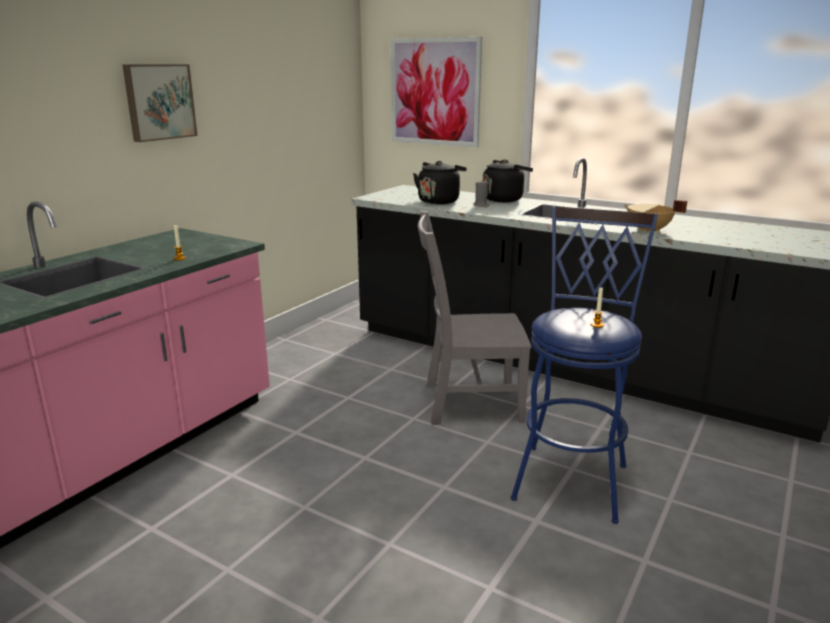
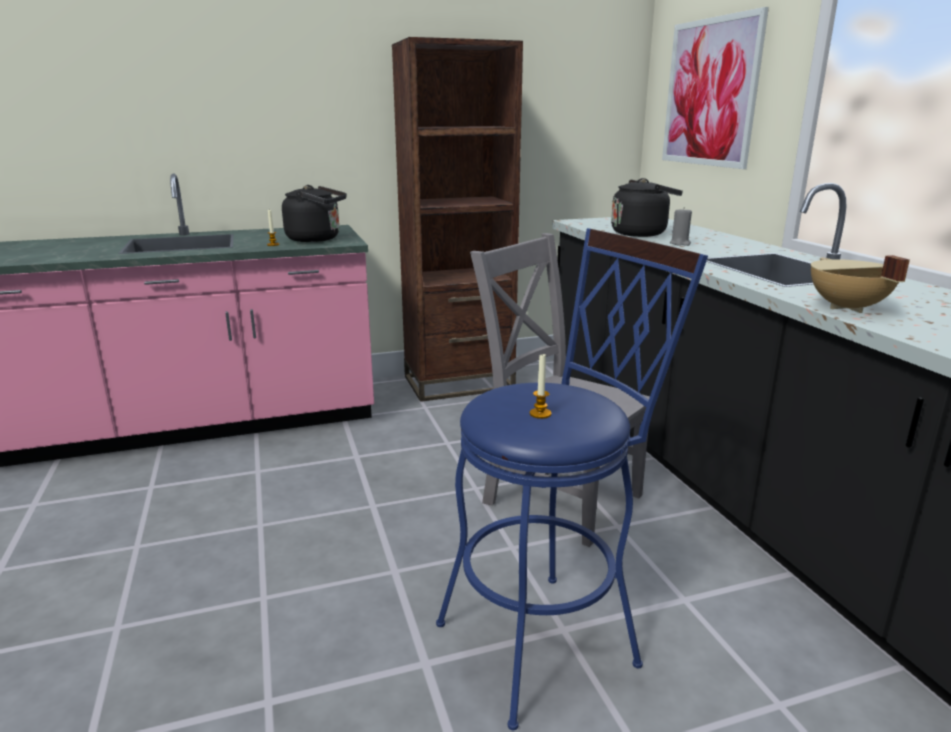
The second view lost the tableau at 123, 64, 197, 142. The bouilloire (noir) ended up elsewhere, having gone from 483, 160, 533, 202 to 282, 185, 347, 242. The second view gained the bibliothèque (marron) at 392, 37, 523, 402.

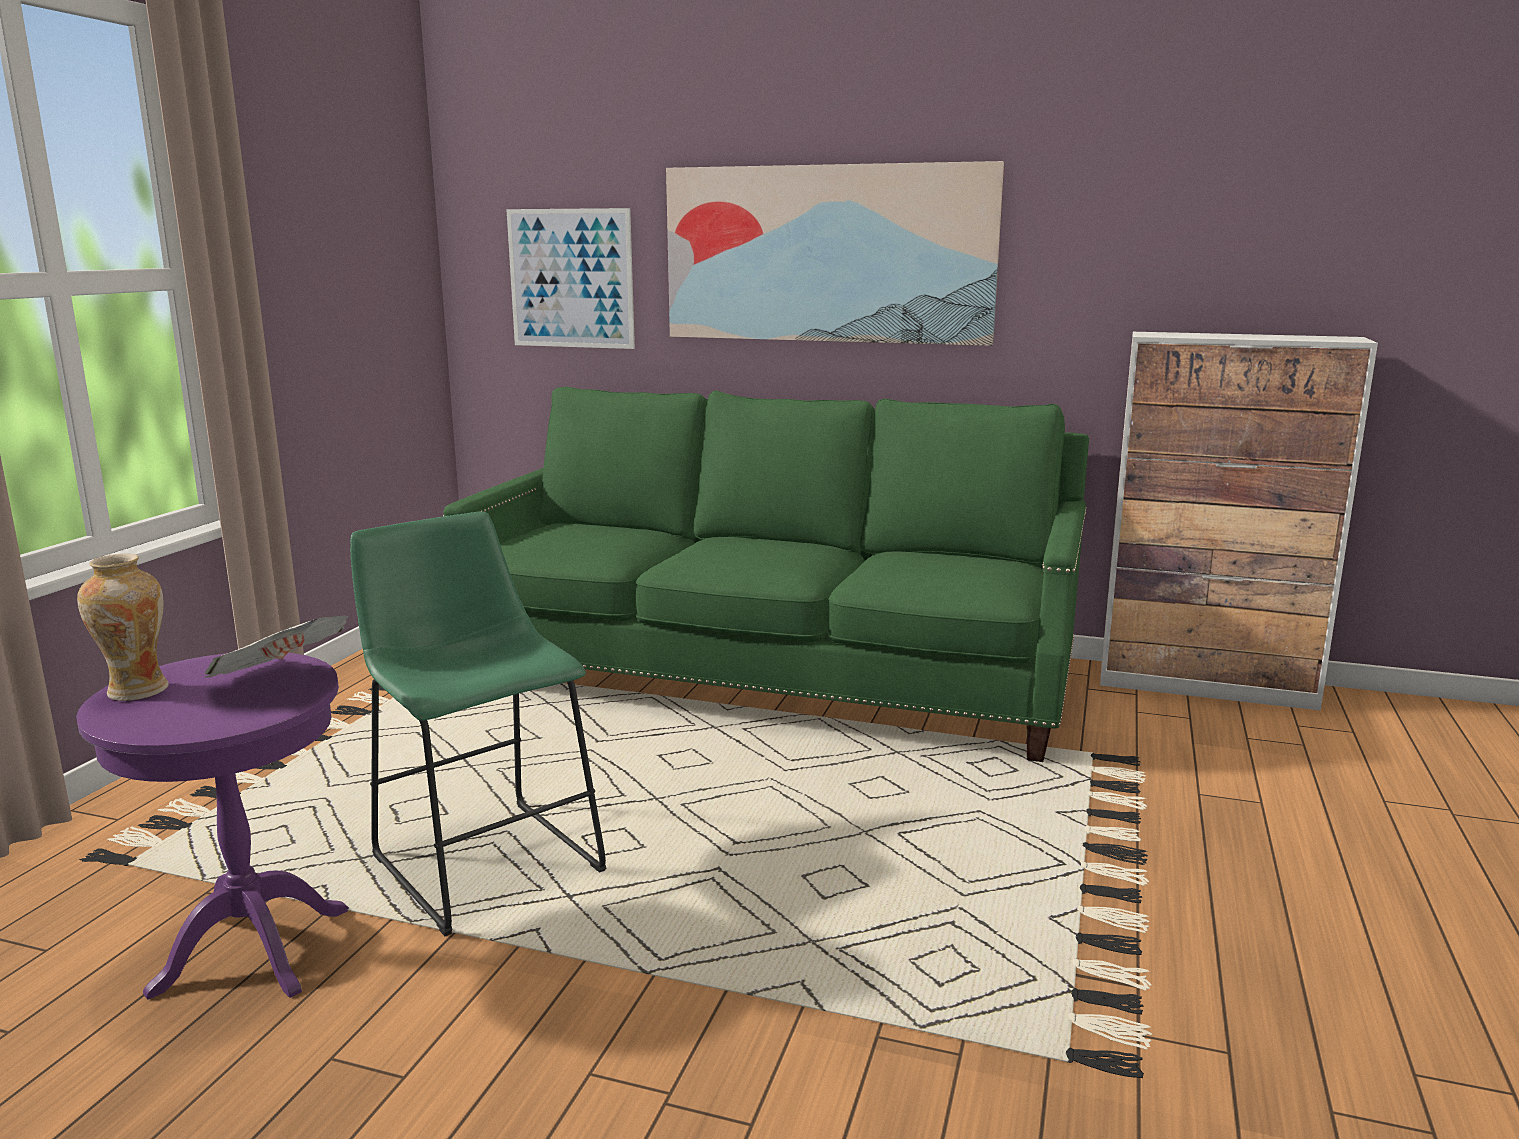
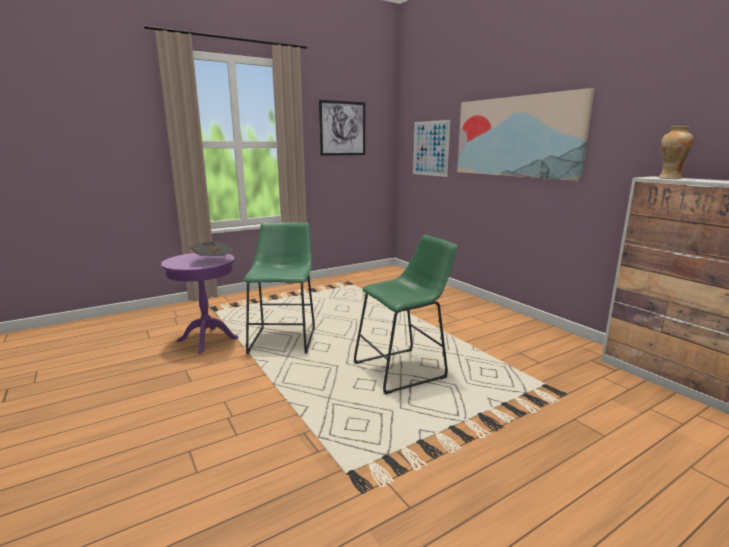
The second view lost the canapé (vert) at 443, 387, 1089, 762. The vase ended up elsewhere, having gone from 77, 554, 169, 701 to 659, 126, 694, 179. The second view gained the tableau at 319, 100, 365, 156. The second view gained the tabouret (vert) at 354, 235, 458, 395.

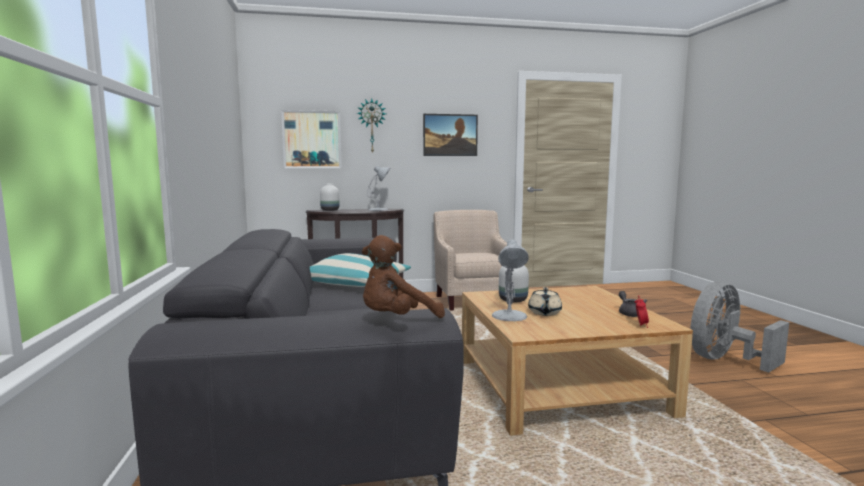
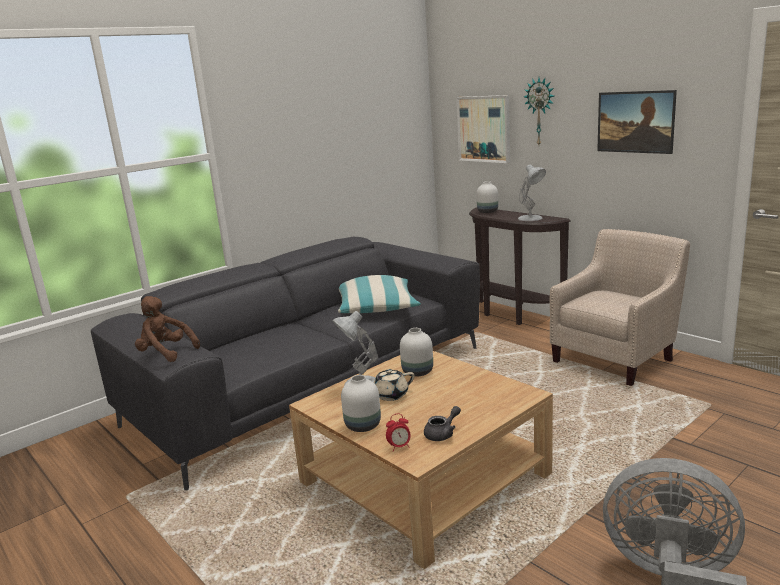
The second view gained the vase (blanc) at 341, 375, 381, 432.

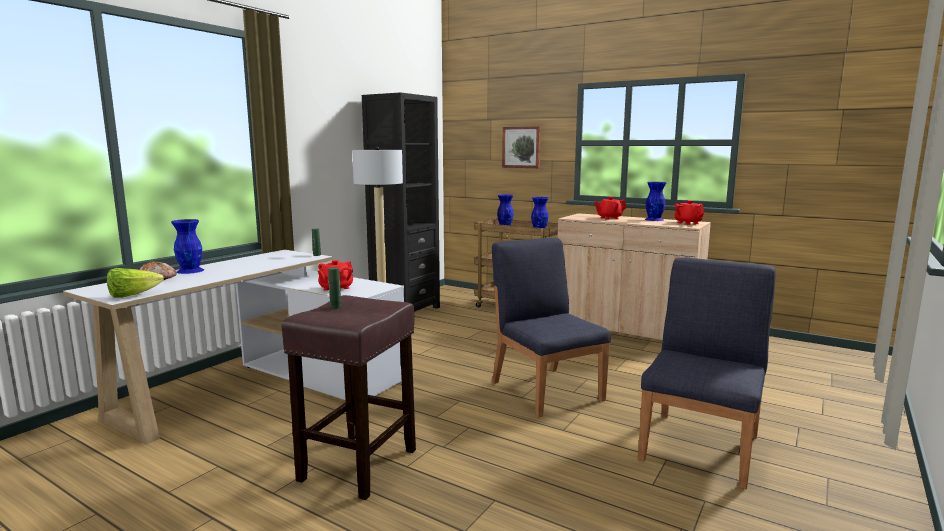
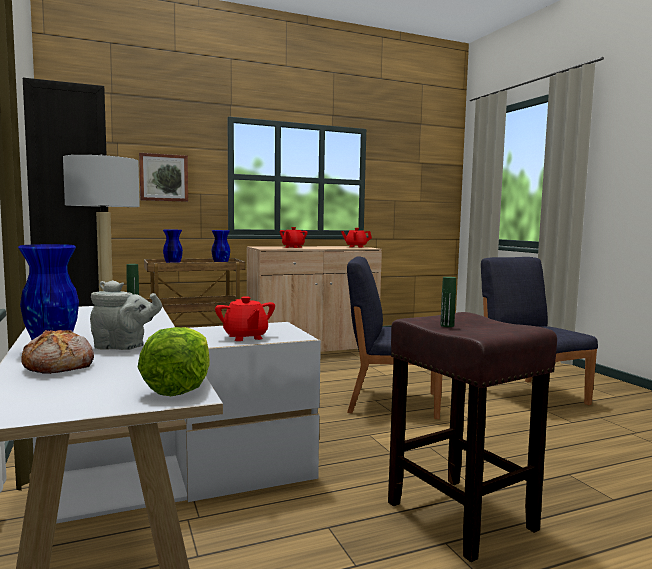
The second view lost the vase (bleu) at 645, 182, 666, 221. The second view gained the théière (gris) at 90, 280, 162, 350.

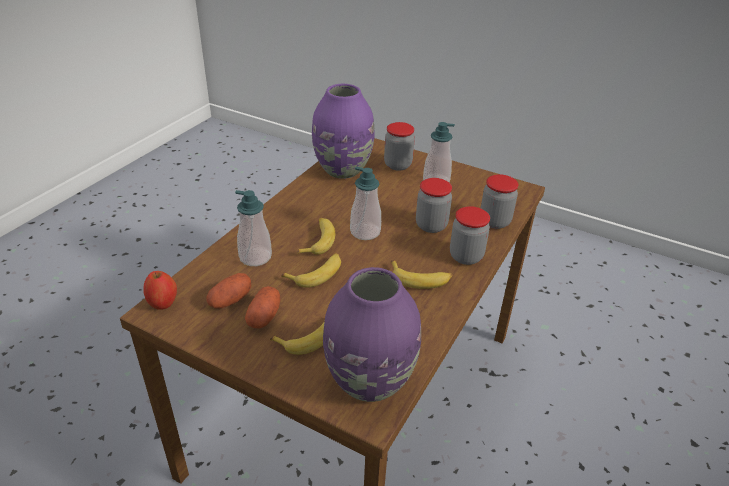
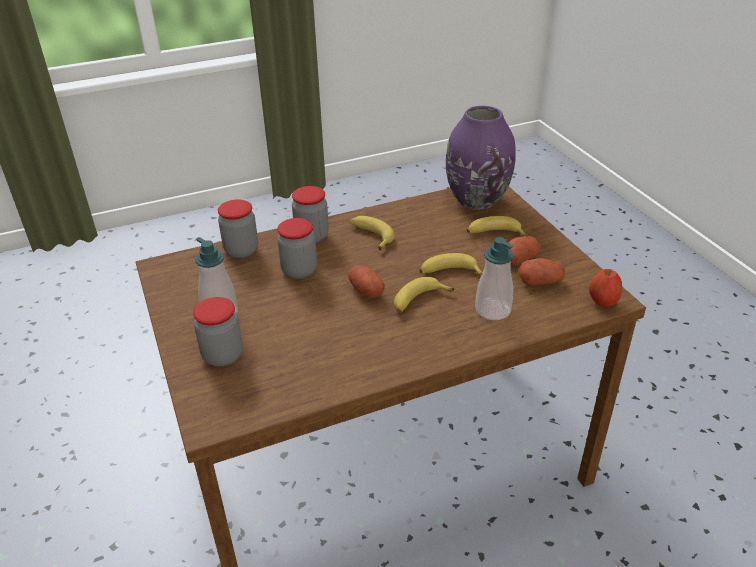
The second view lost the vase (violet) at 312, 84, 375, 179. Where the distributeur de savon stood at 350, 166, 381, 240, the pomme de terre came to stand at 348, 265, 385, 298.

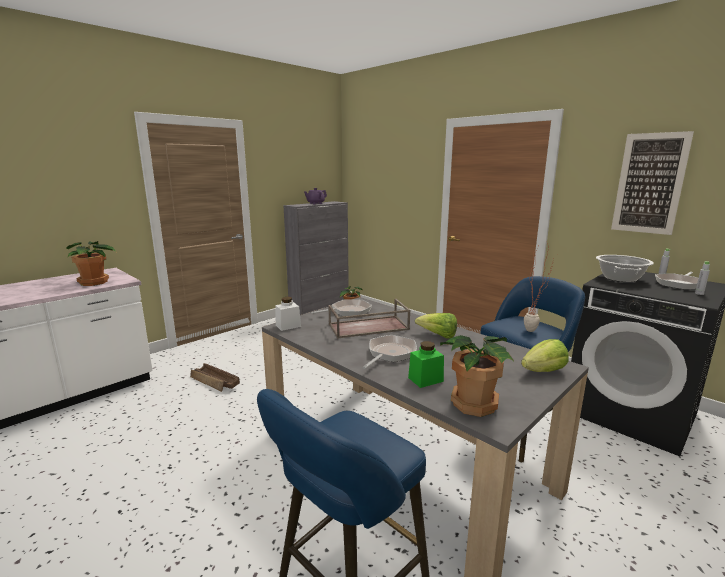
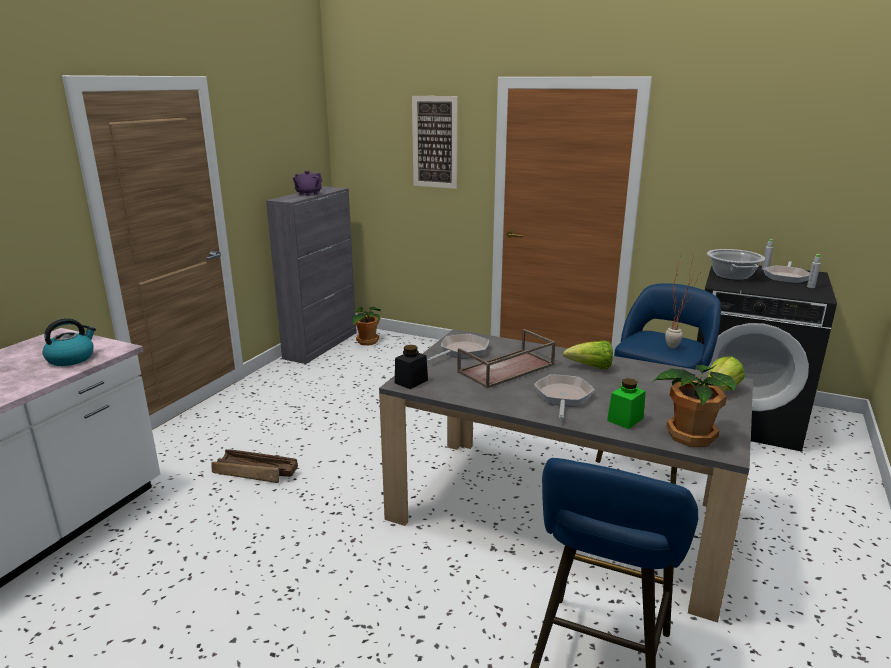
The tableau ended up elsewhere, having gone from 611, 131, 694, 235 to 412, 96, 458, 189. Where the plante en pot stood at 66, 241, 116, 286, the bouilloire came to stand at 42, 318, 96, 366. What was the bocal (blanc) at 275, 297, 301, 331 turned into the bocal (noir) at 395, 345, 428, 389.

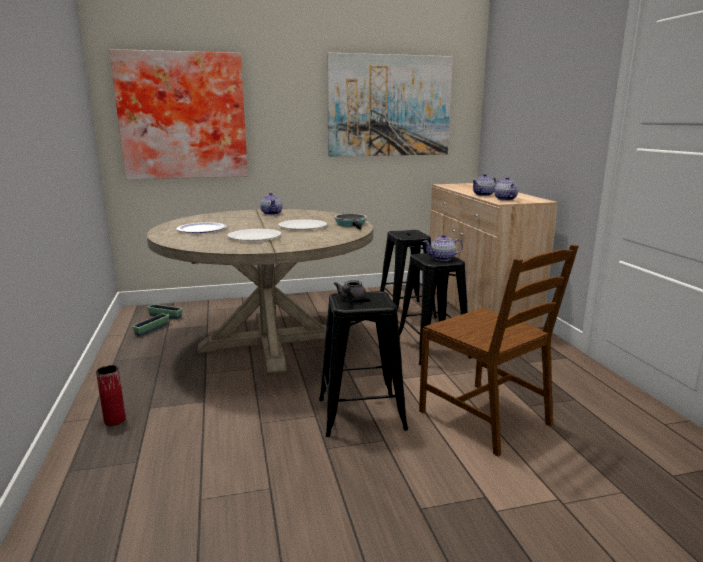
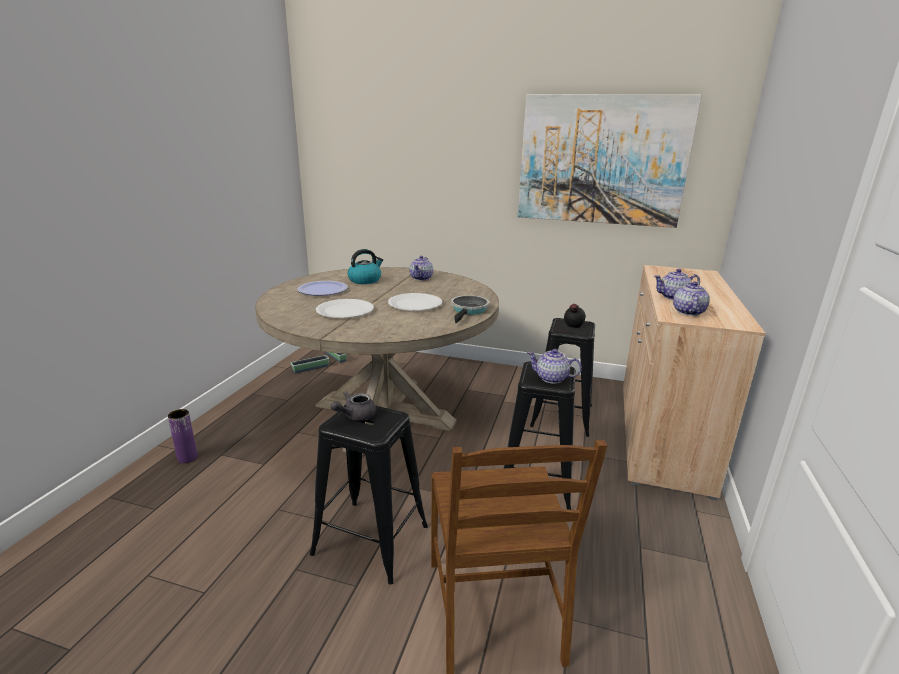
The second view lost the tableau at 109, 49, 248, 180. What was the vase (rouge) at 96, 365, 126, 426 turned into the vase (violet) at 168, 409, 198, 463. The second view gained the bouilloire at 347, 249, 383, 284. The second view gained the bouteille (noir) at 552, 304, 594, 335.

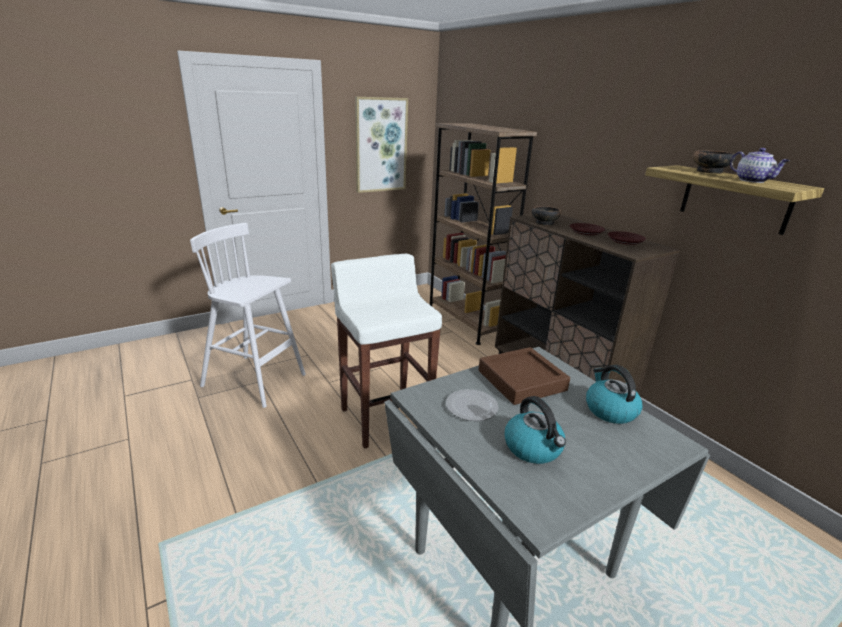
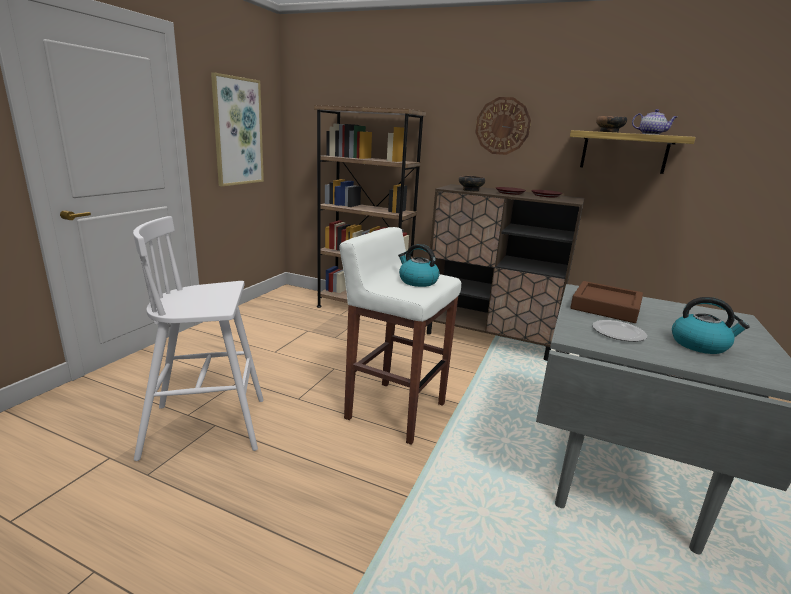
The bouilloire ended up elsewhere, having gone from 586, 365, 643, 424 to 398, 244, 440, 287. The second view gained the horloge murale at 475, 97, 531, 155.

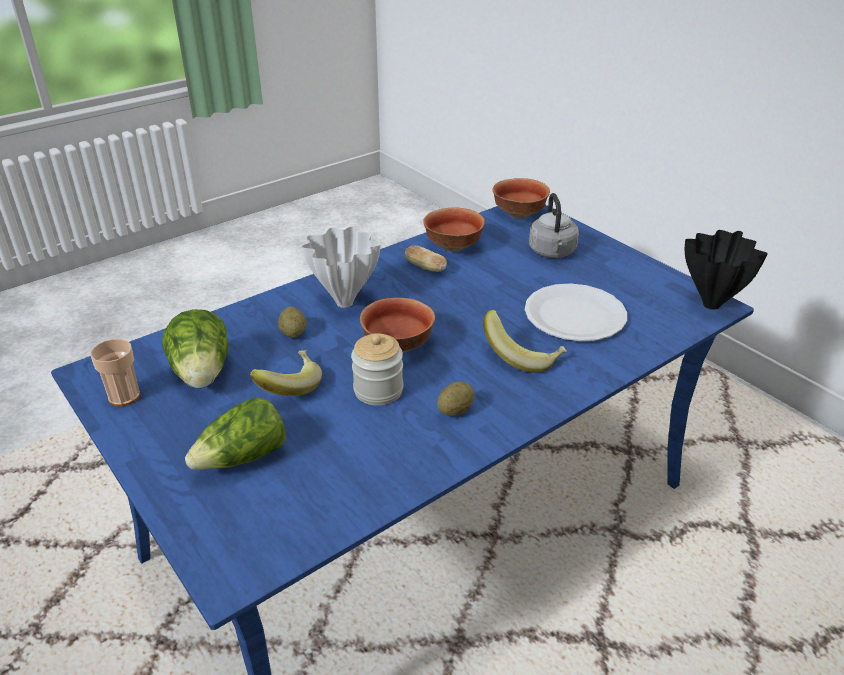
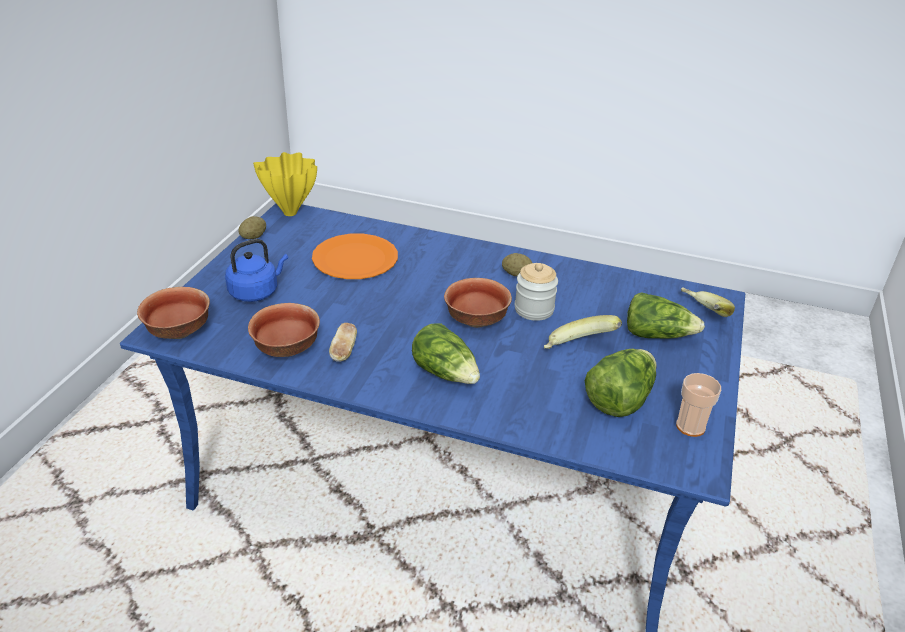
What was the bouilloire (gris) at 529, 193, 579, 258 turned into the bouilloire (bleu) at 225, 239, 288, 302. Where the vase (blanc) stood at 302, 226, 381, 308, the laitue came to stand at 412, 323, 480, 384. What was the vase (noir) at 685, 230, 768, 310 turned into the vase (jaune) at 253, 152, 317, 216. What was the assiette (blanc) at 525, 284, 627, 341 turned into the assiette (orange) at 312, 234, 398, 279. The pomme de terre ended up elsewhere, having gone from 278, 307, 307, 338 to 239, 216, 266, 239. The banane ended up elsewhere, having gone from 483, 310, 567, 373 to 681, 287, 735, 317.

